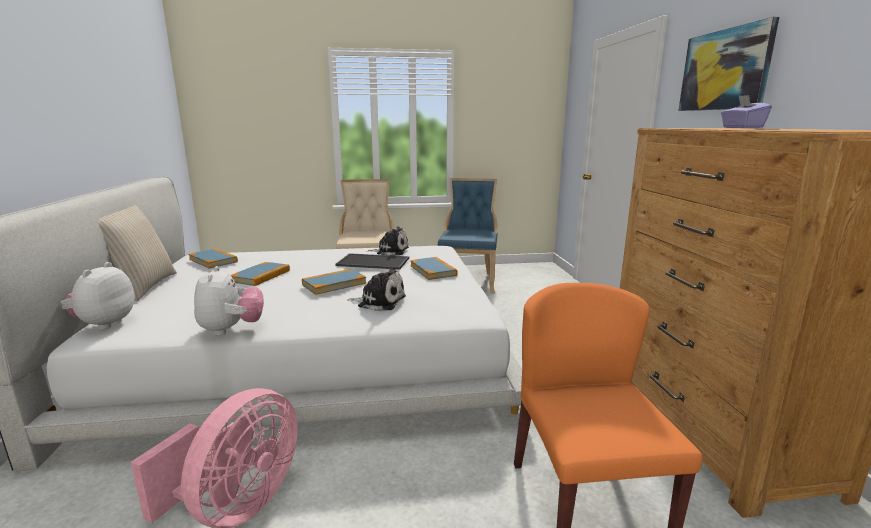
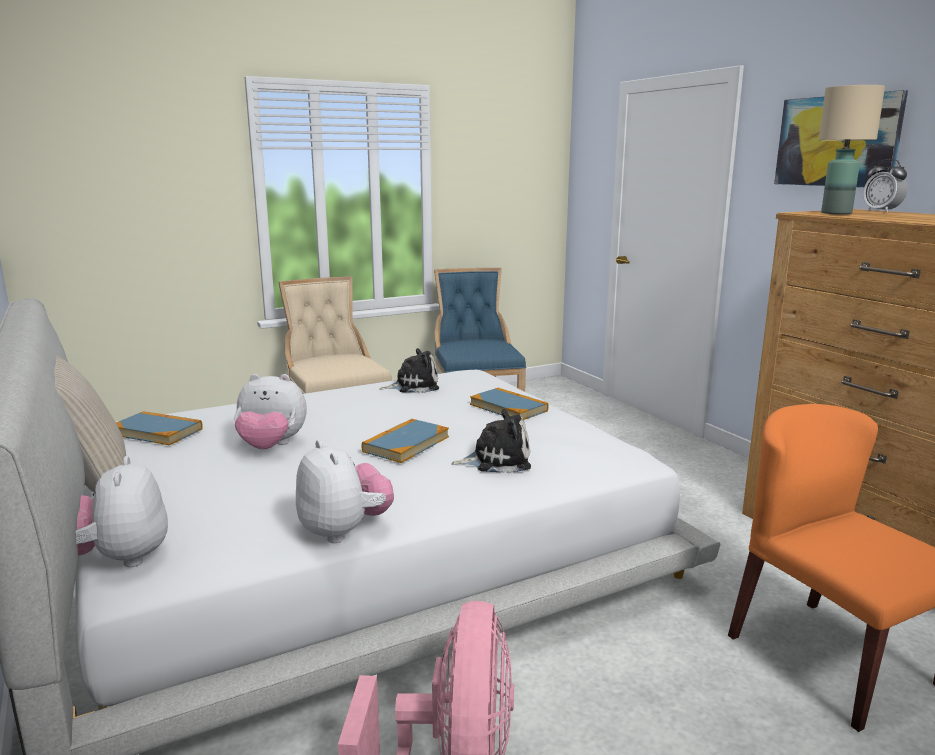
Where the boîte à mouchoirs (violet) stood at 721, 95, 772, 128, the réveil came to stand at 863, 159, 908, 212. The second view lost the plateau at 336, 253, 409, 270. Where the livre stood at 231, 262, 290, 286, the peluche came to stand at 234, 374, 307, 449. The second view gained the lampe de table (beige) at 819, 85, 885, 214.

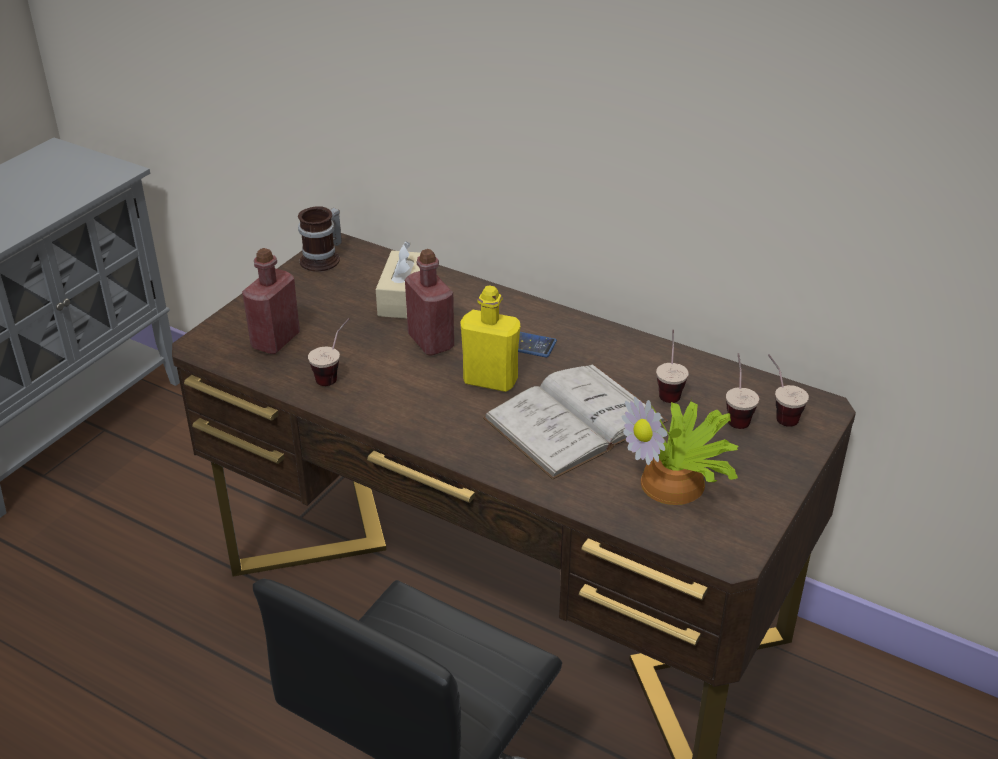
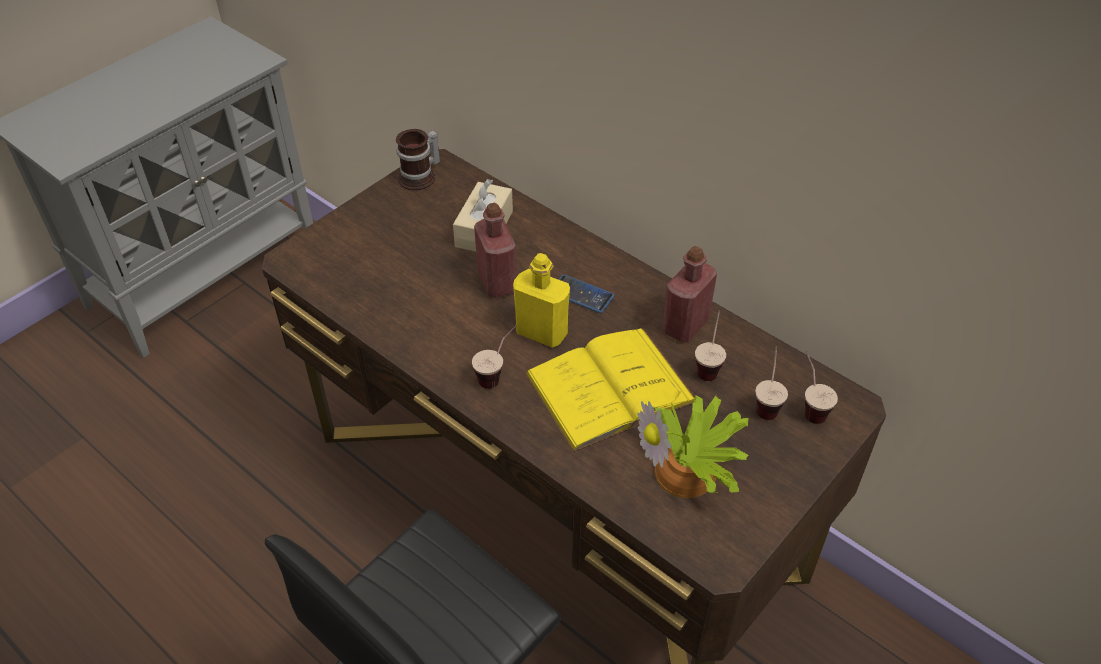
The bouteille (rouge) ended up elsewhere, having gone from 242, 248, 300, 354 to 662, 246, 717, 342. The tasse ended up elsewhere, having gone from 308, 318, 349, 386 to 472, 325, 517, 389. What was the livre (blanc) at 483, 364, 668, 480 turned into the livre (jaune) at 524, 328, 695, 452.

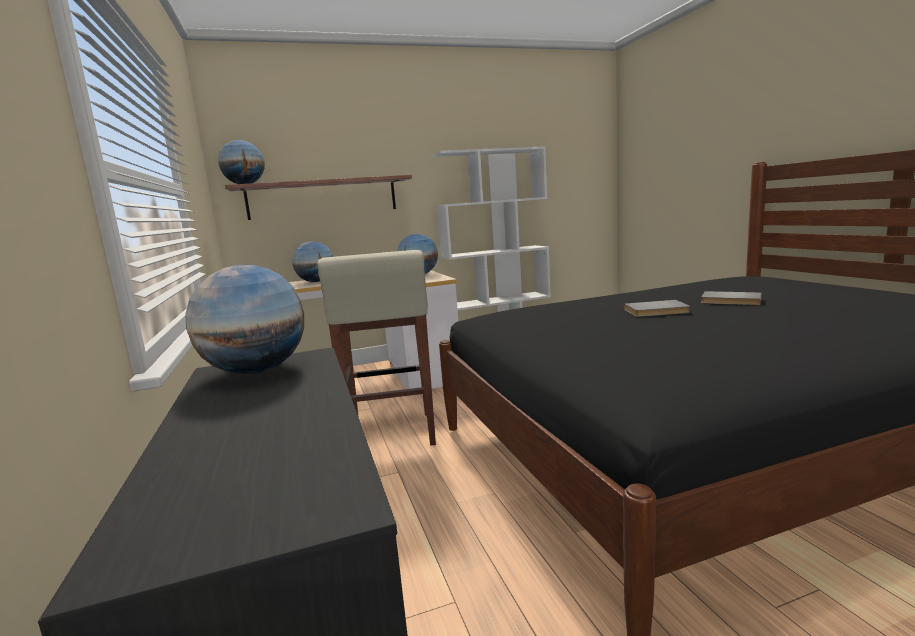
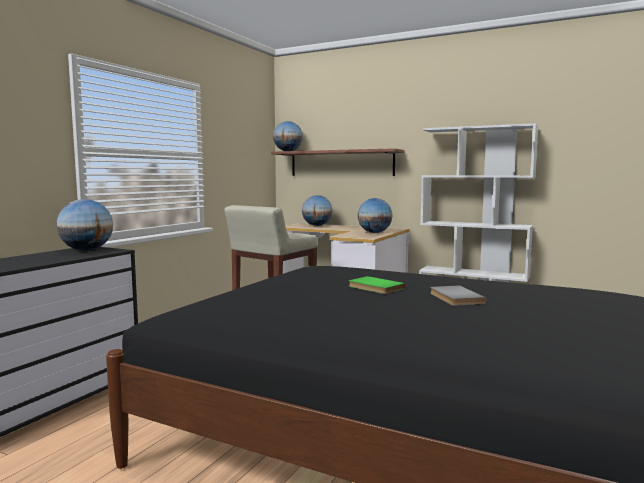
What was the livre (gris) at 624, 300, 690, 317 turned into the livre (vert) at 349, 276, 406, 294.

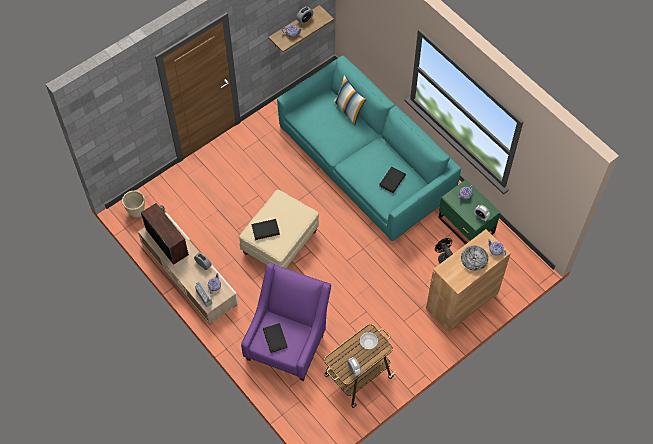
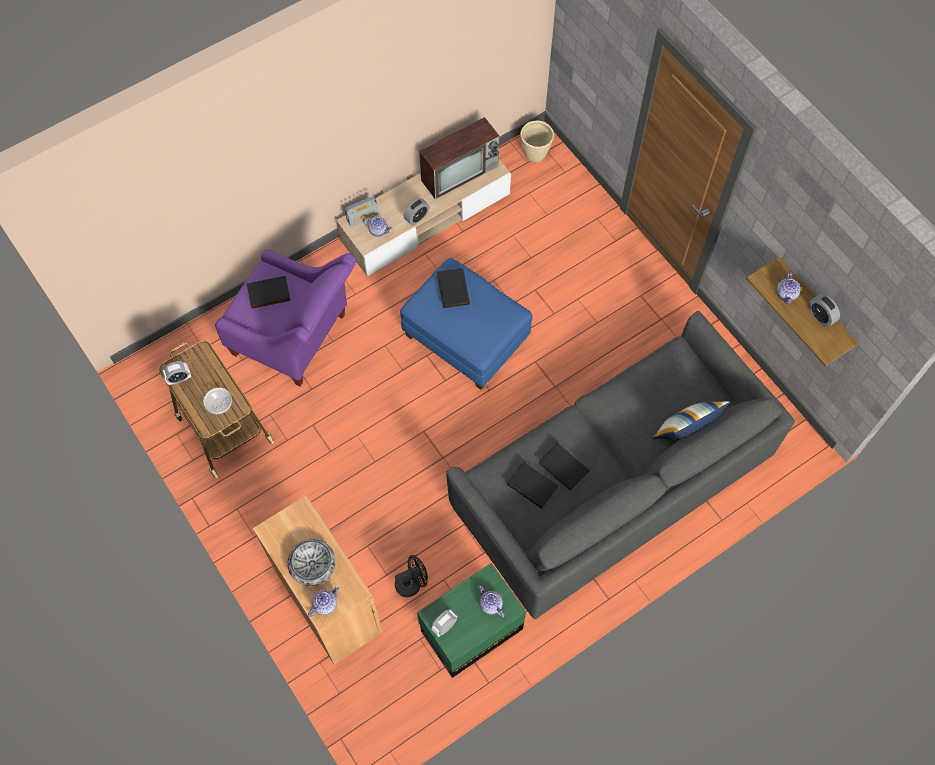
What was the canapé (turquoise) at 277, 56, 461, 241 turned into the canapé (gris) at 446, 311, 795, 619. What was the pouf (beige) at 239, 189, 319, 268 turned into the pouf (bleu) at 400, 258, 532, 390. The second view gained the livre (noir) at 539, 443, 589, 491.

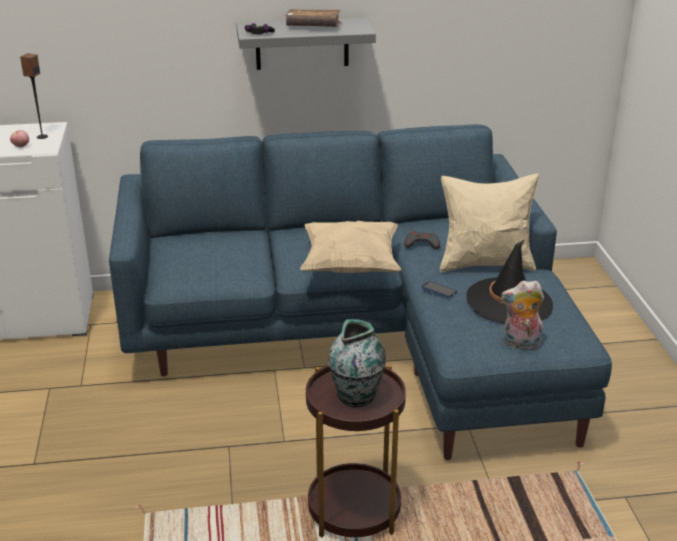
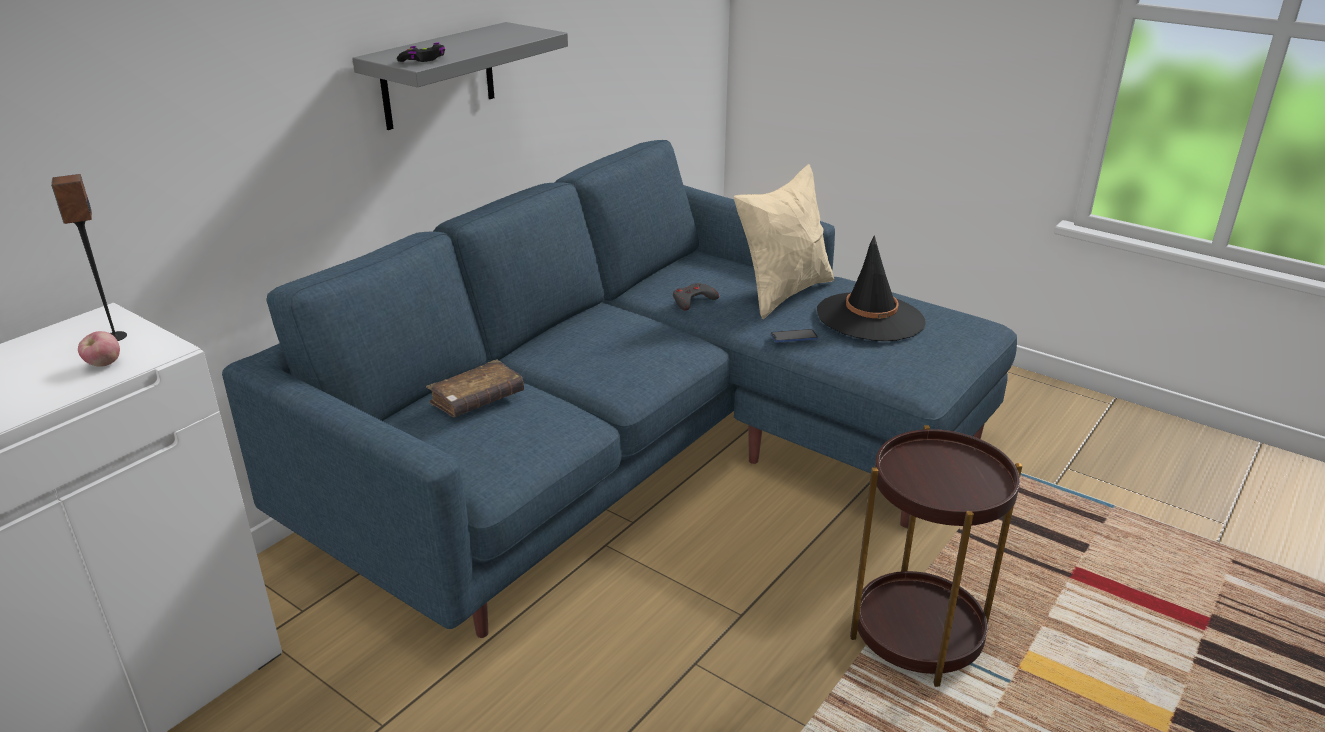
The livre (marron) ended up elsewhere, having gone from 286, 9, 341, 27 to 426, 359, 524, 417. The second view lost the coussin (beige) at 300, 221, 401, 273. The second view lost the peluche at 501, 281, 544, 349. The second view lost the vase at 328, 319, 386, 407.

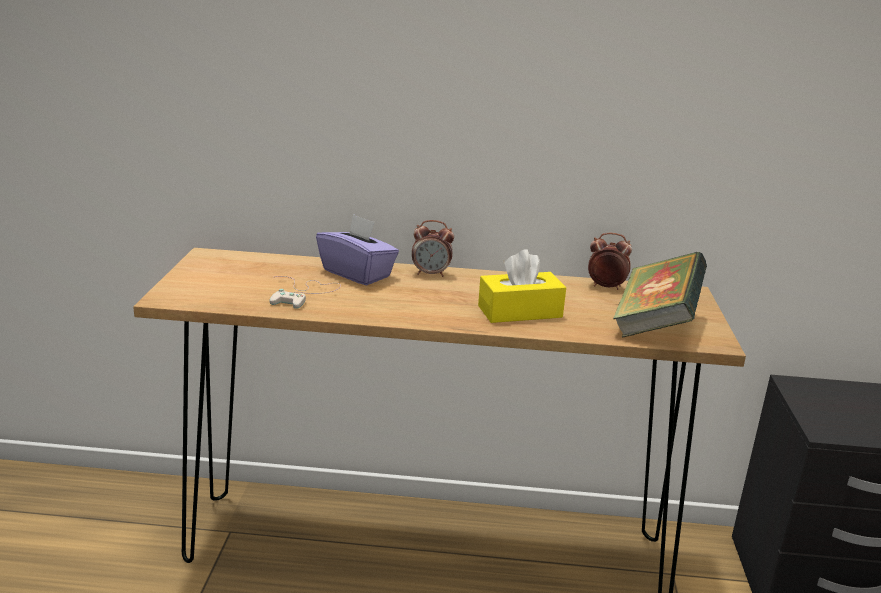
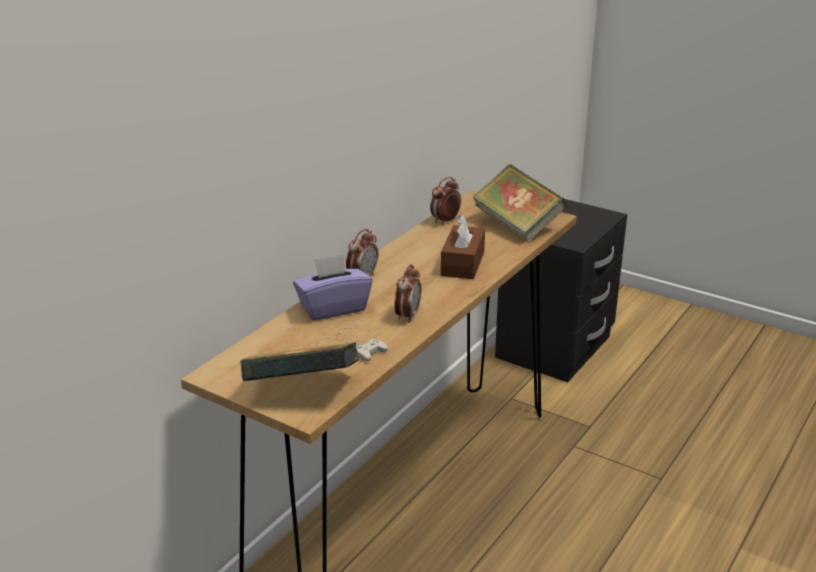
What was the boîte à mouchoirs (jaune) at 478, 249, 566, 323 turned into the boîte à mouchoirs (marron) at 441, 214, 485, 279. The second view gained the réveil at 394, 264, 421, 323. The second view gained the livre at 240, 342, 359, 381.

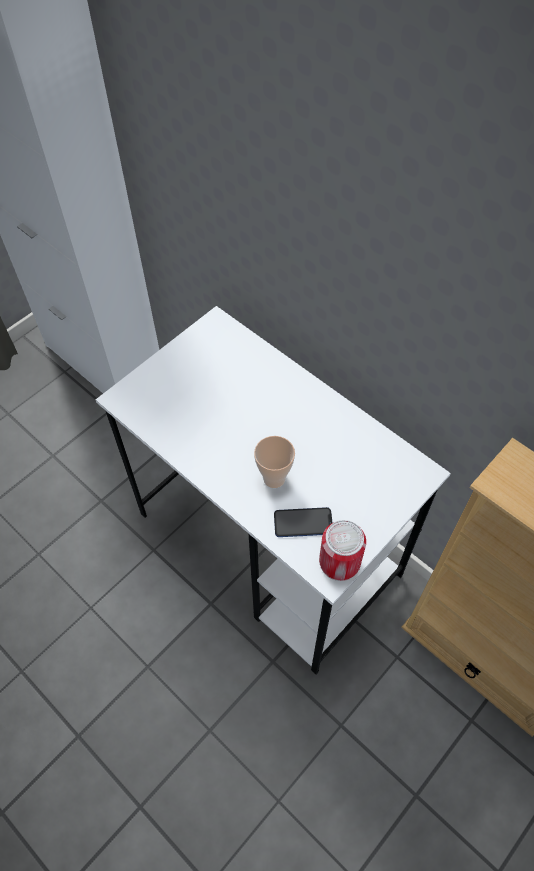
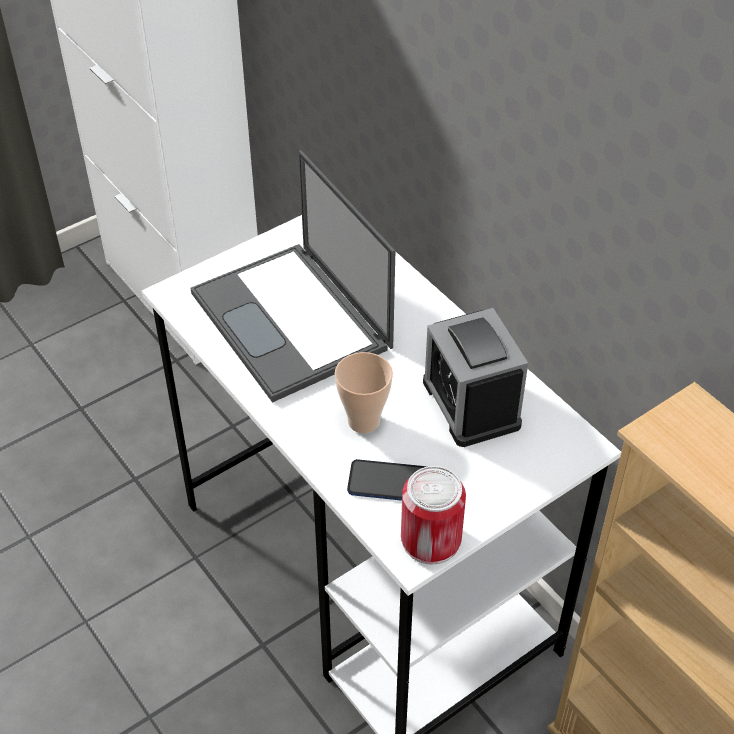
The second view gained the ordinateur portable at 191, 150, 395, 403. The second view gained the réveil at 423, 308, 528, 447.

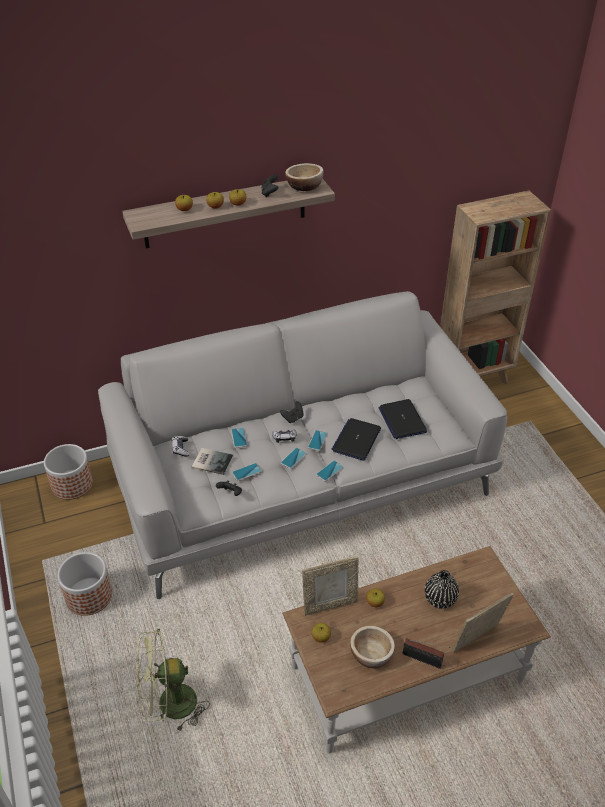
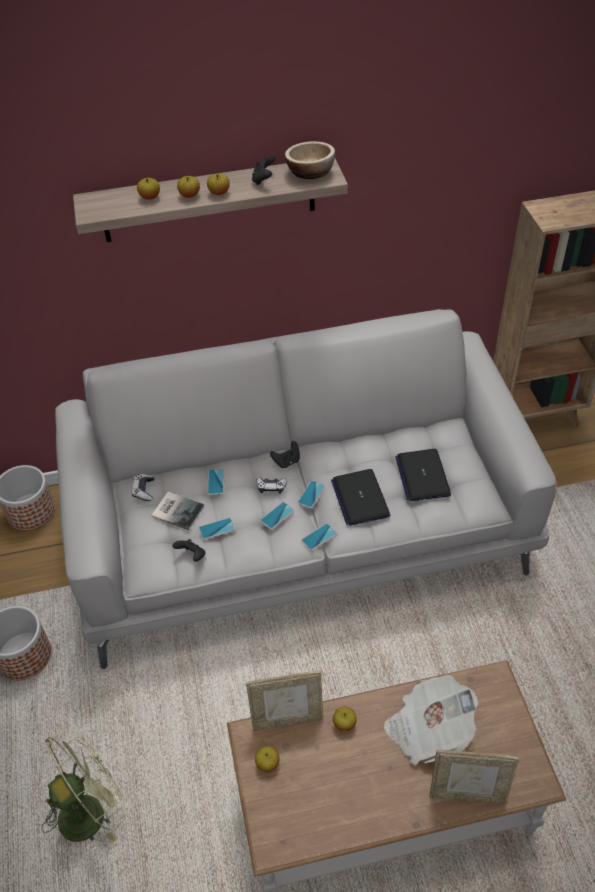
The ordinateur portable at 331, 418, 381, 461 ended up facing another way, 45 degrees counterclockwise from before. Where the vase (noir) stood at 425, 570, 459, 609, the journal came to stand at 384, 675, 479, 765. The cadre photo at 452, 593, 514, 652 ended up facing another way, 150 degrees counterclockwise from before. The second view lost the bol at 350, 626, 395, 668. The ventilateur (vert) at 136, 629, 210, 733 ended up facing another way, 150 degrees clockwise from before. The second view lost the radio at 402, 638, 451, 669.

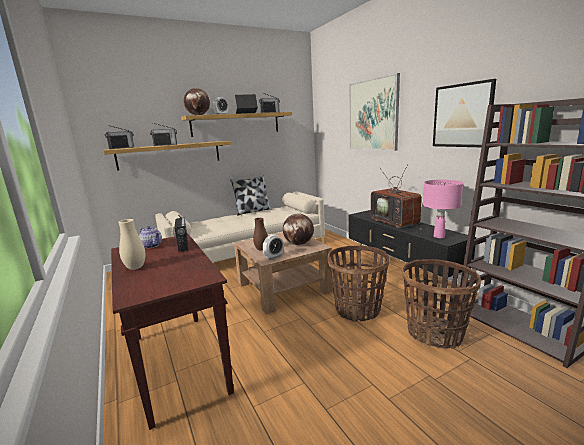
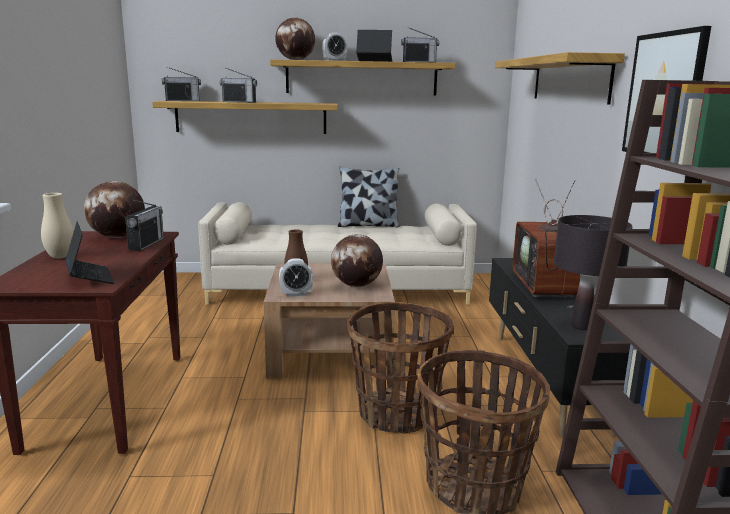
Where the tableau hung at 349, 73, 400, 151, the étagère came to hang at 495, 52, 625, 105. What was the lampe de table (rose) at 423, 180, 463, 238 turned into the lampe de table (noir) at 554, 215, 632, 330. Where the théière stood at 139, 226, 162, 248, the globe came to stand at 84, 181, 145, 238. The second view gained the ordinateur portable at 65, 221, 115, 284.

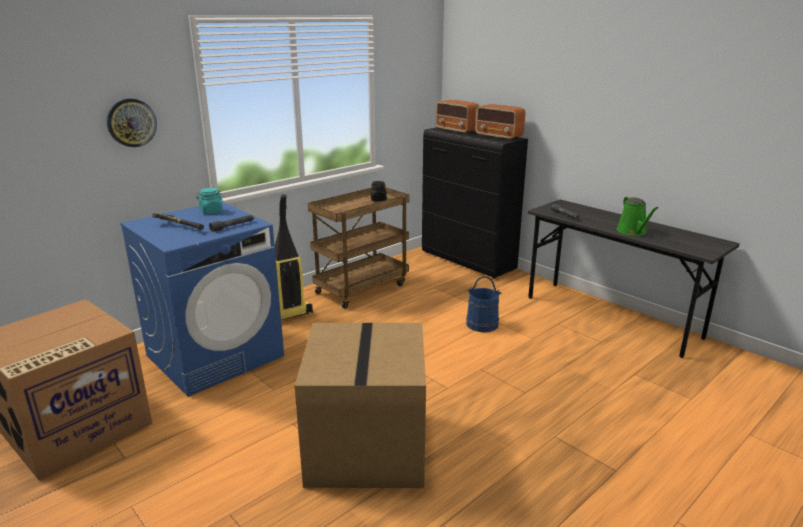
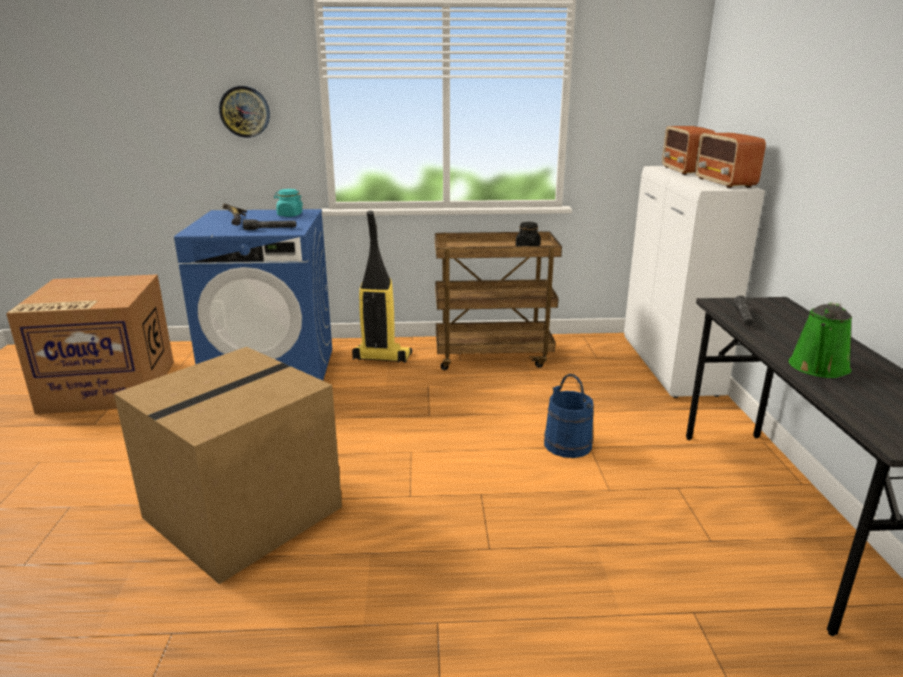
What was the meuble de rangement (noir) at 422, 127, 528, 279 turned into the meuble de rangement (blanc) at 624, 166, 765, 398.

